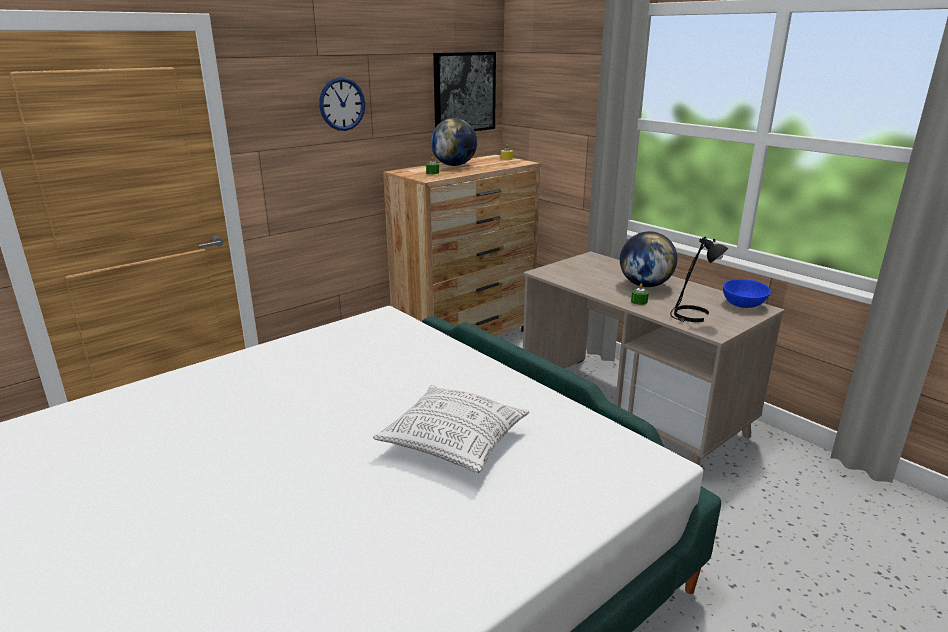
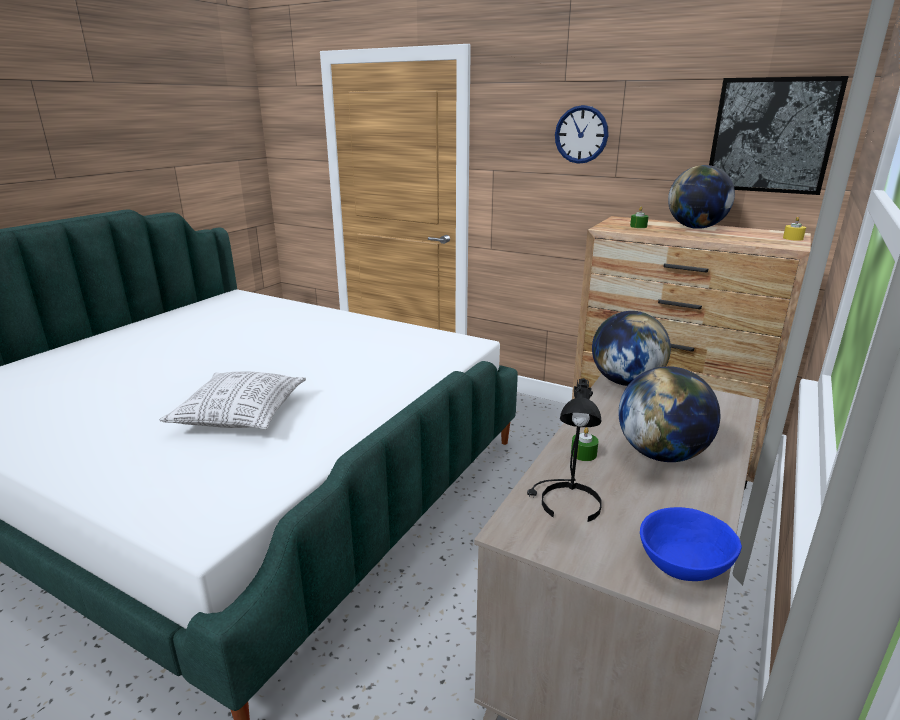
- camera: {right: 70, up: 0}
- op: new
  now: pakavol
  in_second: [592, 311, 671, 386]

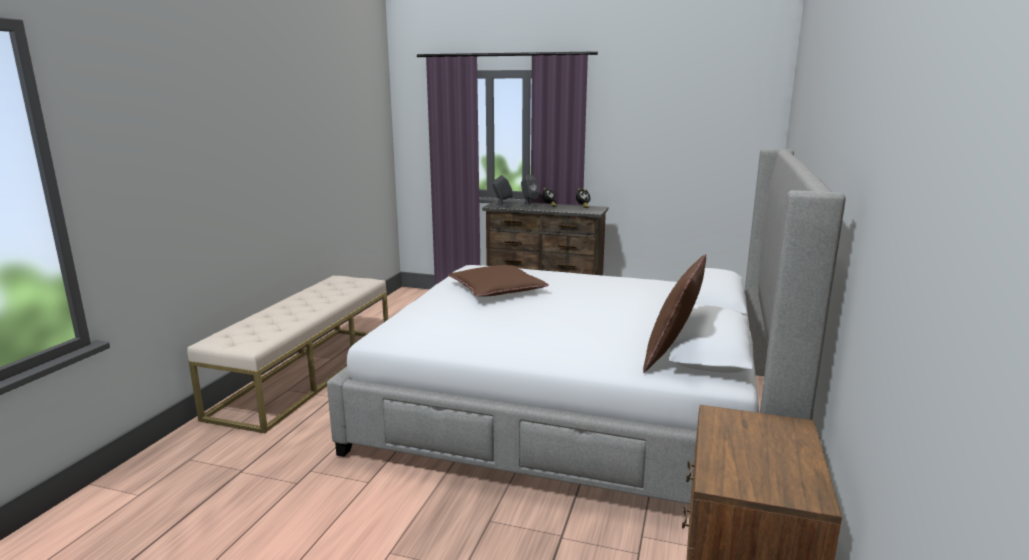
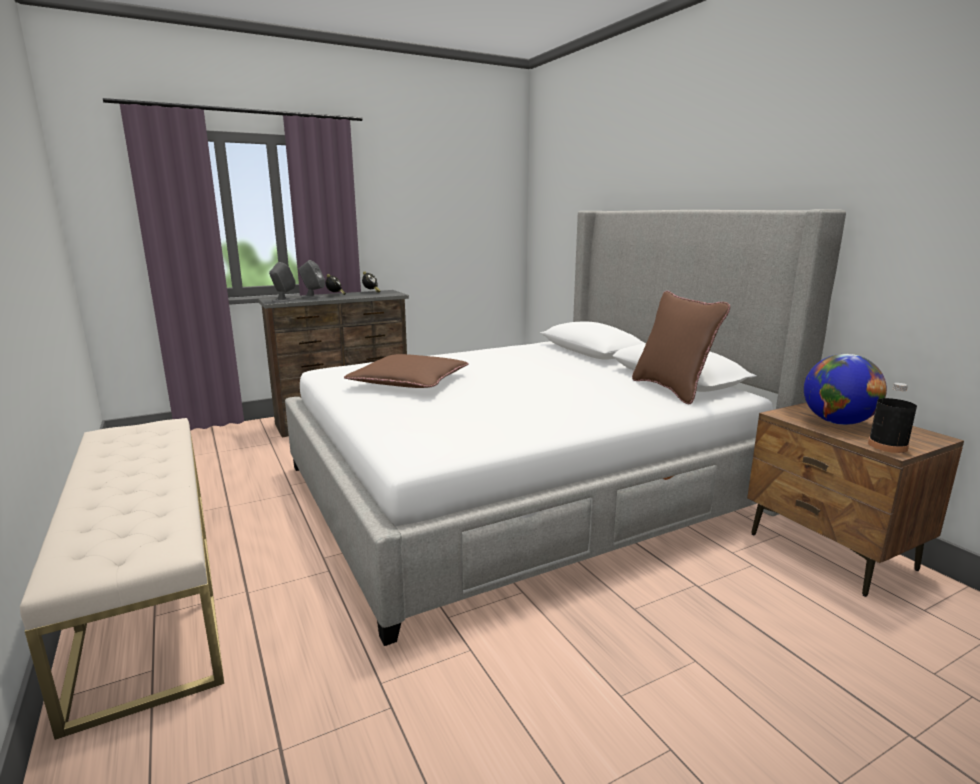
- camera: {right: -45, up: 0}
- op: new
  now: pakavol
  in_second: [804, 354, 887, 425]
- op: new
  now: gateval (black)
  in_second: [868, 383, 917, 453]

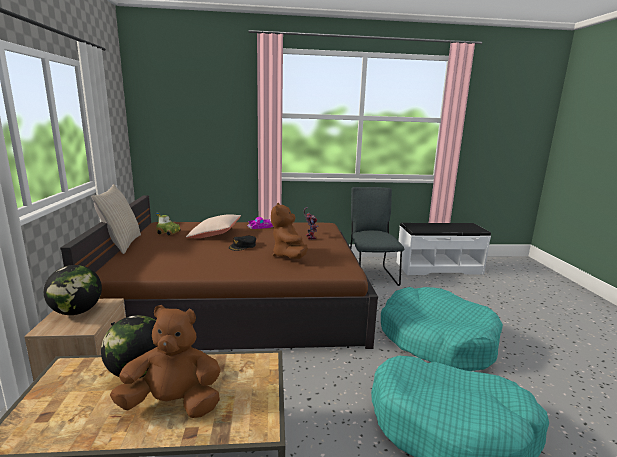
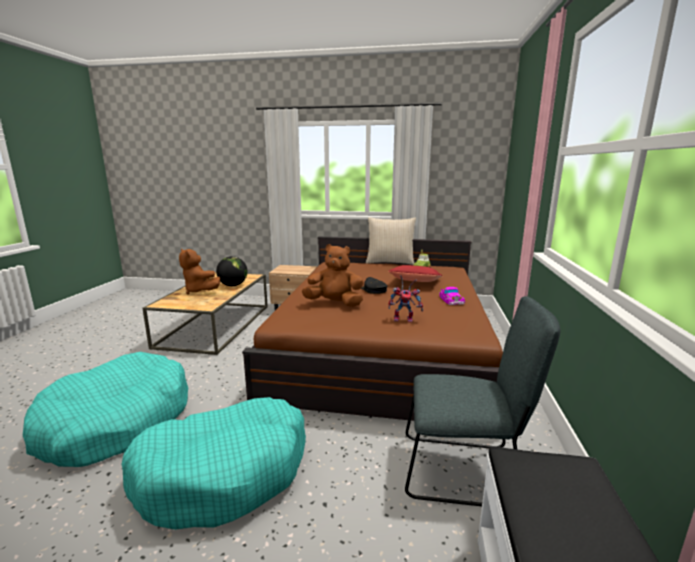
- camera: {right: 105, up: 0}
- op: repainted
  was: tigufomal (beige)
  now: tigufomal (red)
  in_first: [186, 214, 241, 238]
  in_second: [388, 265, 442, 282]
- op: gone
  was: pakavol
  in_first: [44, 265, 102, 315]
- op: rotated
  was: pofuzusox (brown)
  in_first: [110, 305, 221, 418]
  in_second: [179, 249, 220, 295]
  clockwise: 120

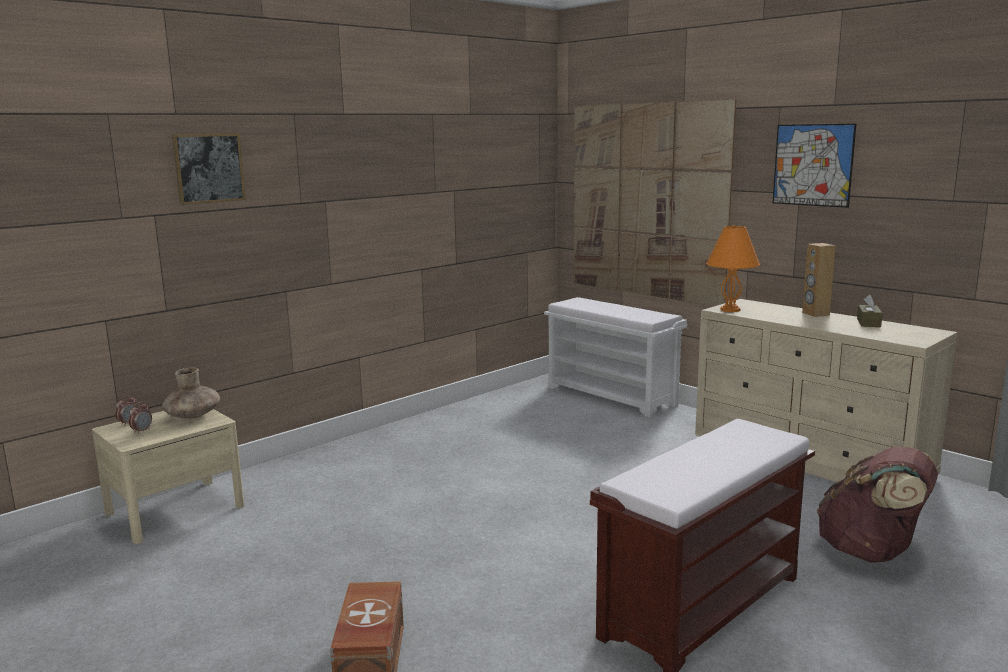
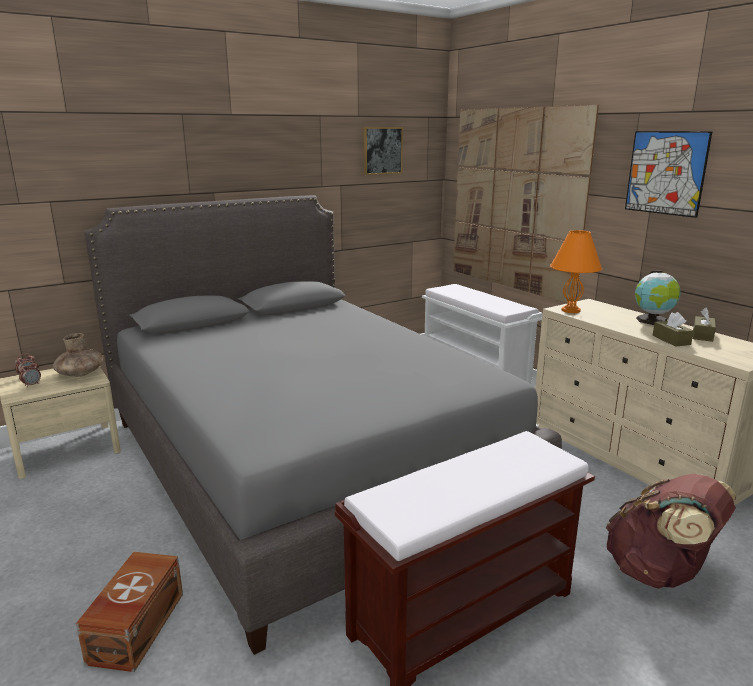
- camera: {right: 10, up: 5}
- op: shifted
  was: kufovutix
  in_first: [172, 133, 246, 205]
  in_second: [364, 127, 403, 175]
- op: swapped
  was: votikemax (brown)
  now: pakavol
  in_first: [802, 243, 836, 317]
  in_second: [635, 271, 681, 325]
- op: new
  now: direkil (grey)
  in_second: [84, 195, 562, 655]
- op: new
  now: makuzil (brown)
  in_second: [653, 312, 694, 347]

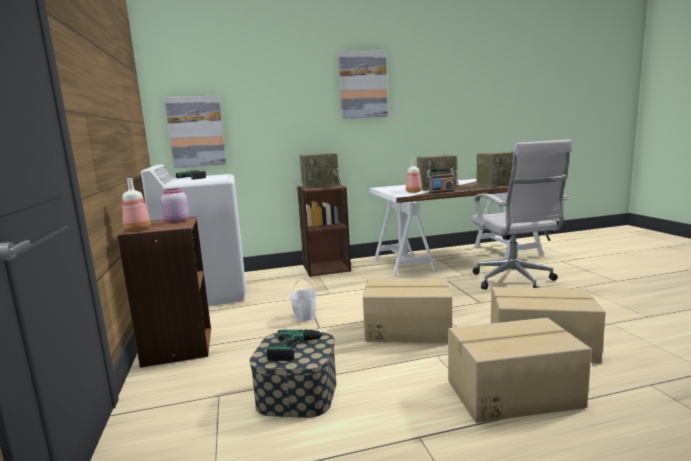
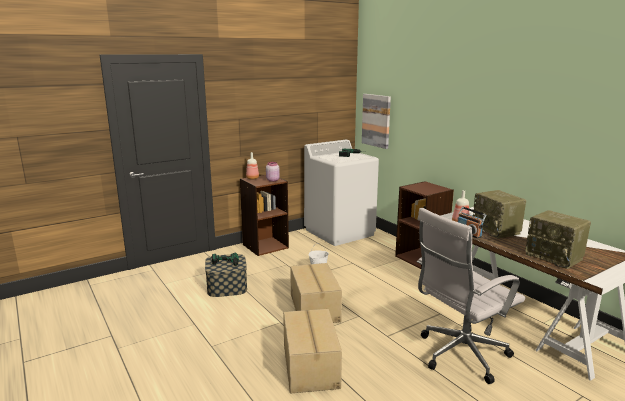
- camera: {right: 70, up: 5}
- op: gone
  was: kufovutix
  in_first: [339, 51, 388, 119]
- op: gone
  was: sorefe
  in_first: [300, 153, 341, 189]
- op: gone
  was: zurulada
  in_first: [448, 318, 592, 423]

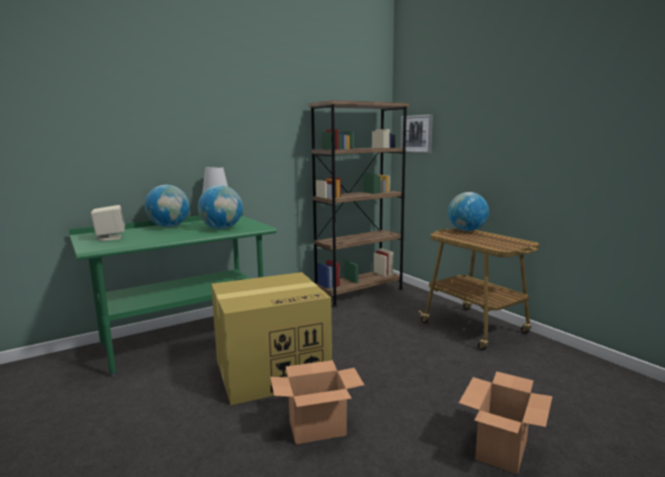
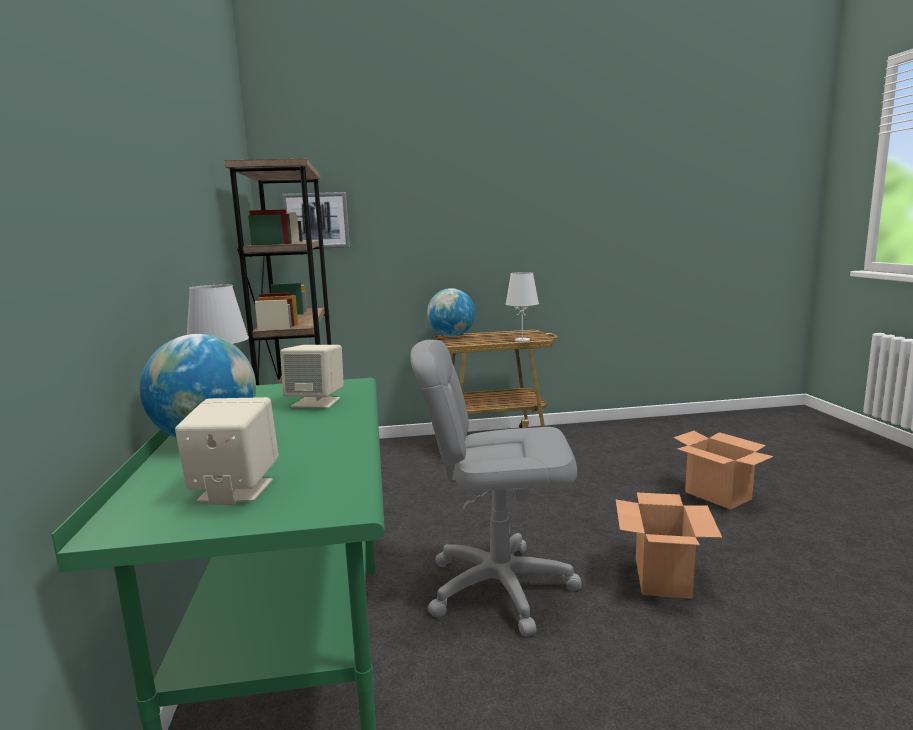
- camera: {right: -65, up: 0}
- op: swapped
  was: pakavol
  now: votikemax (beige)
  in_first: [198, 185, 243, 229]
  in_second: [280, 345, 344, 408]
- op: swapped
  was: zurulada
  now: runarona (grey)
  in_first: [211, 272, 332, 405]
  in_second: [410, 340, 582, 636]
- op: new
  now: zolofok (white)
  in_second: [505, 272, 539, 342]

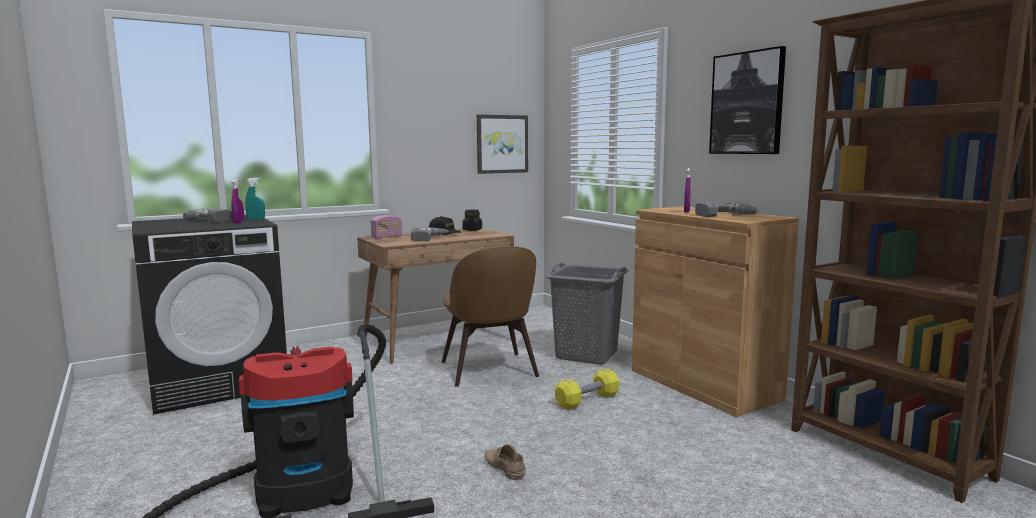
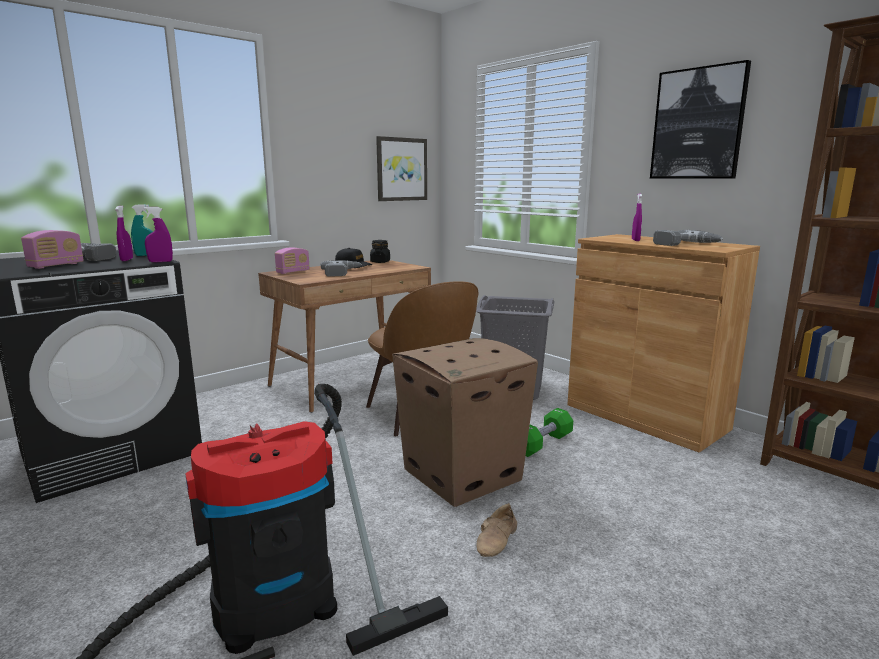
- camera: {right: -10, up: 5}
- op: repainted
  was: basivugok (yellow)
  now: basivugok (green)
  in_first: [555, 368, 619, 410]
  in_second: [526, 408, 573, 457]
- op: rotated
  was: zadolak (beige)
  in_first: [485, 444, 526, 480]
  in_second: [476, 503, 517, 557]
  clockwise: -105
- op: new
  now: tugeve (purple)
  in_second: [143, 207, 173, 262]
- op: new
  now: sorefe
  in_second: [21, 230, 84, 269]
- op: new
  now: zurulada
  in_second: [392, 338, 538, 507]

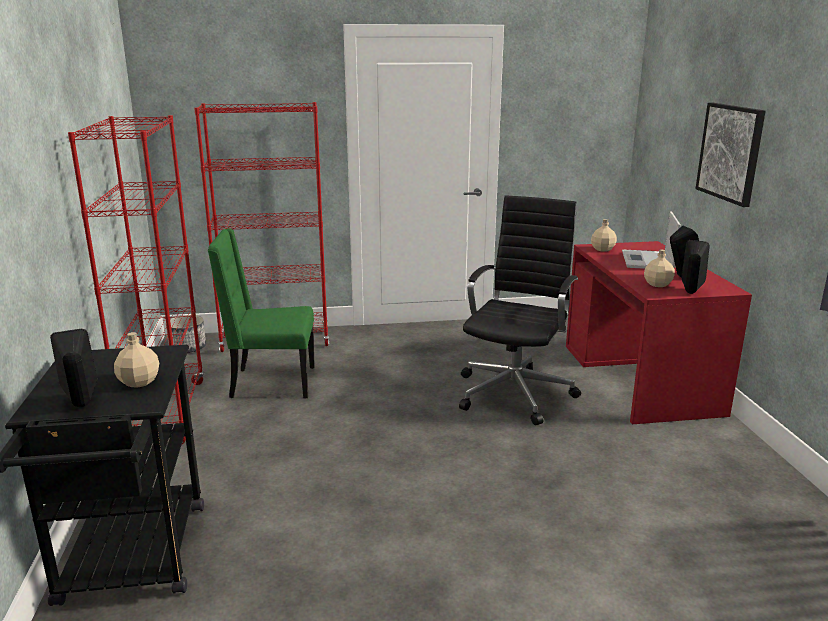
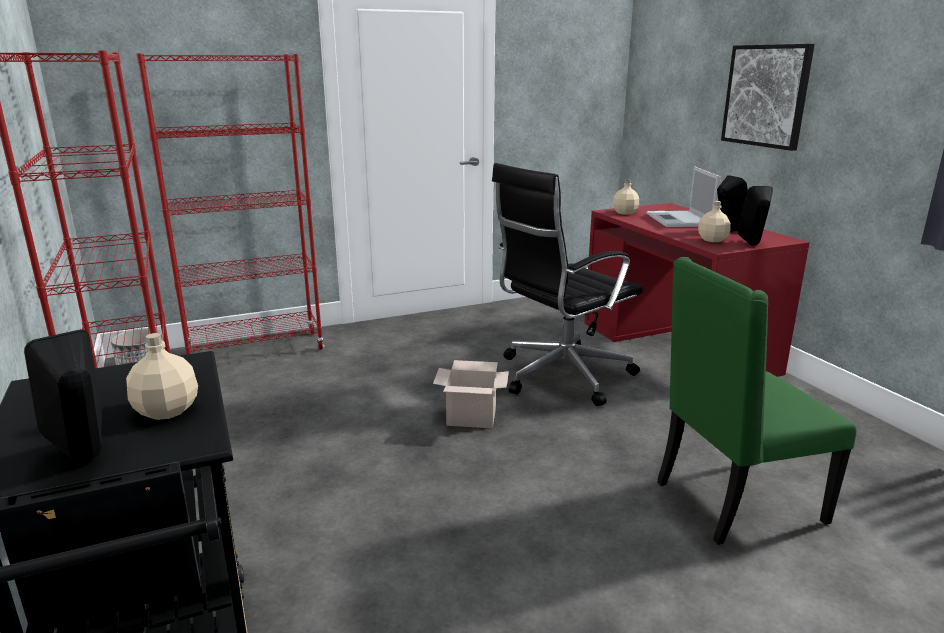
- camera: {right: -15, up: 0}
- op: rotated
  was: runarona (black)
  in_first: [459, 195, 581, 425]
  in_second: [492, 163, 643, 406]
  clockwise: -135
- op: shifted
  was: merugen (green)
  in_first: [208, 228, 315, 399]
  in_second: [657, 257, 857, 545]
- op: new
  now: zurulada
  in_second: [433, 360, 509, 428]

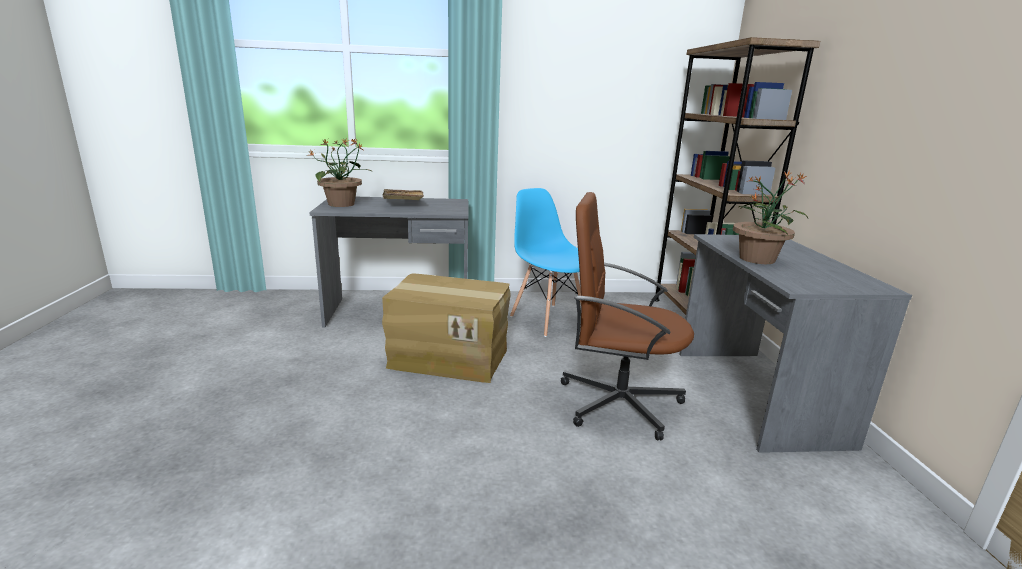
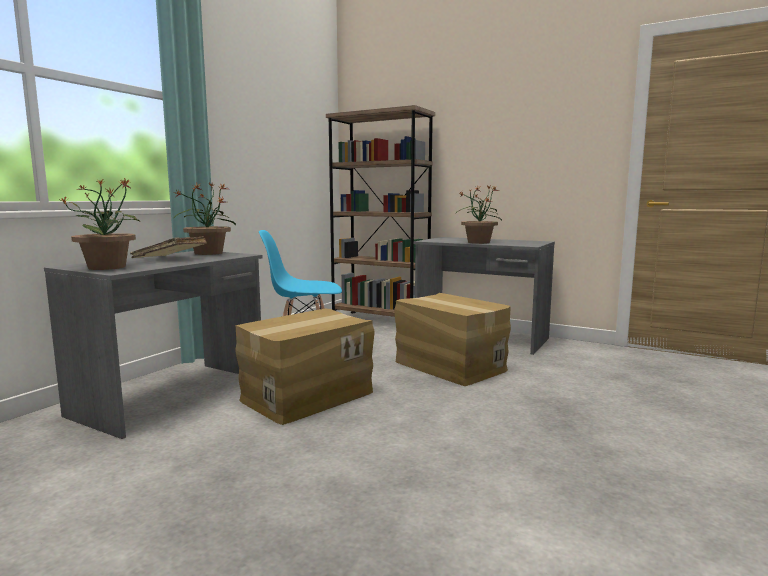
- camera: {right: -55, up: -10}
- op: swapped
  was: runarona (brown)
  now: zurulada
  in_first: [561, 192, 694, 441]
  in_second: [394, 293, 511, 386]
- op: new
  now: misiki
  in_second: [173, 182, 236, 255]

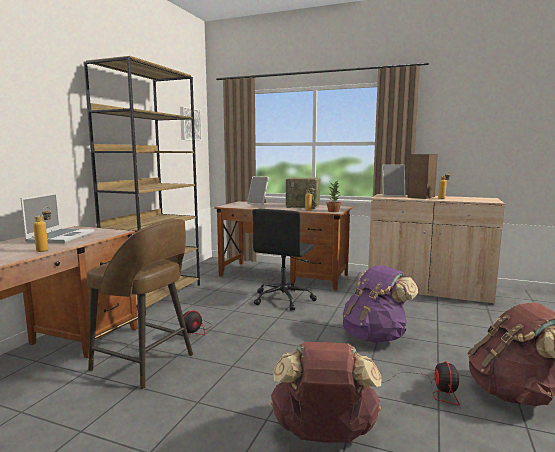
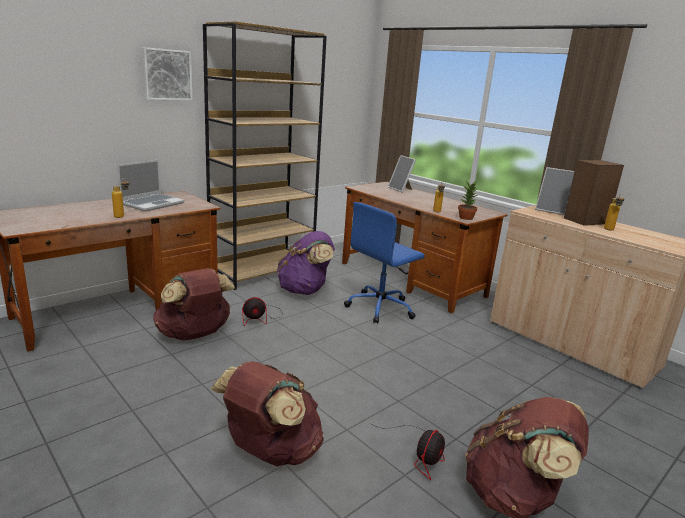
- camera: {right: 25, up: 10}
- op: shifted
  was: kufovutix
  in_first: [180, 107, 202, 141]
  in_second: [142, 47, 193, 101]
- op: gone
  was: sorefe
  in_first: [286, 177, 320, 209]
- op: repainted
  was: runarona (black)
  now: runarona (blue)
  in_first: [252, 209, 317, 311]
  in_second: [344, 202, 425, 324]
- op: swapped
  was: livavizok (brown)
  now: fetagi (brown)
  in_first: [86, 219, 193, 389]
  in_second: [153, 268, 235, 341]
- op: shifted
  was: fetagi (purple)
  in_first: [342, 265, 418, 343]
  in_second: [277, 231, 335, 295]

